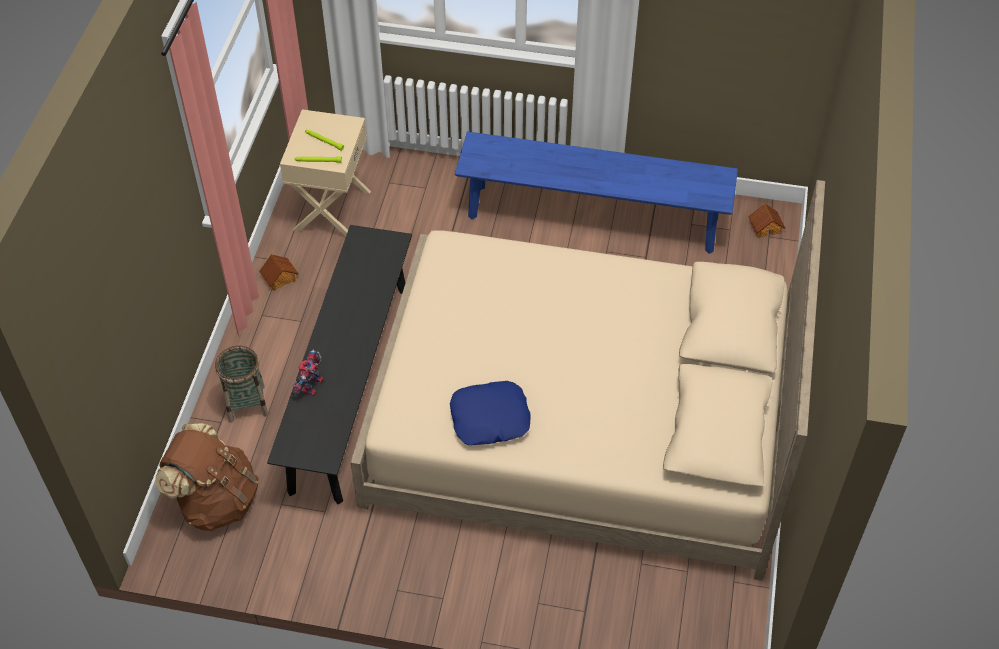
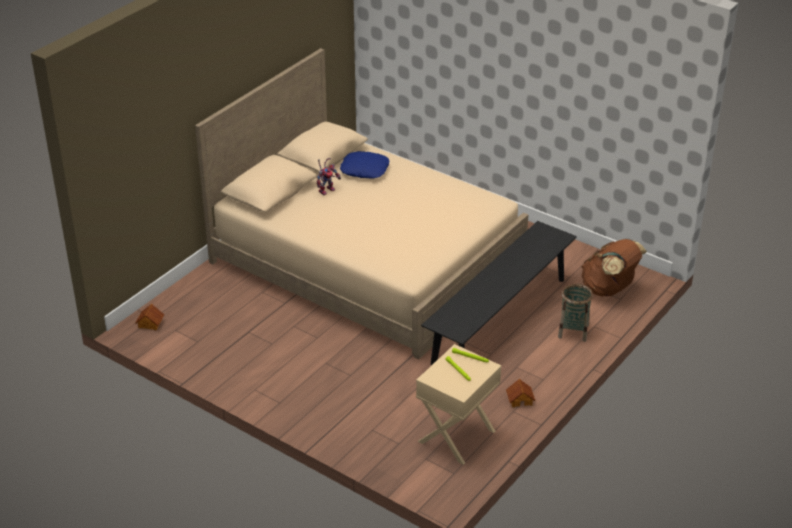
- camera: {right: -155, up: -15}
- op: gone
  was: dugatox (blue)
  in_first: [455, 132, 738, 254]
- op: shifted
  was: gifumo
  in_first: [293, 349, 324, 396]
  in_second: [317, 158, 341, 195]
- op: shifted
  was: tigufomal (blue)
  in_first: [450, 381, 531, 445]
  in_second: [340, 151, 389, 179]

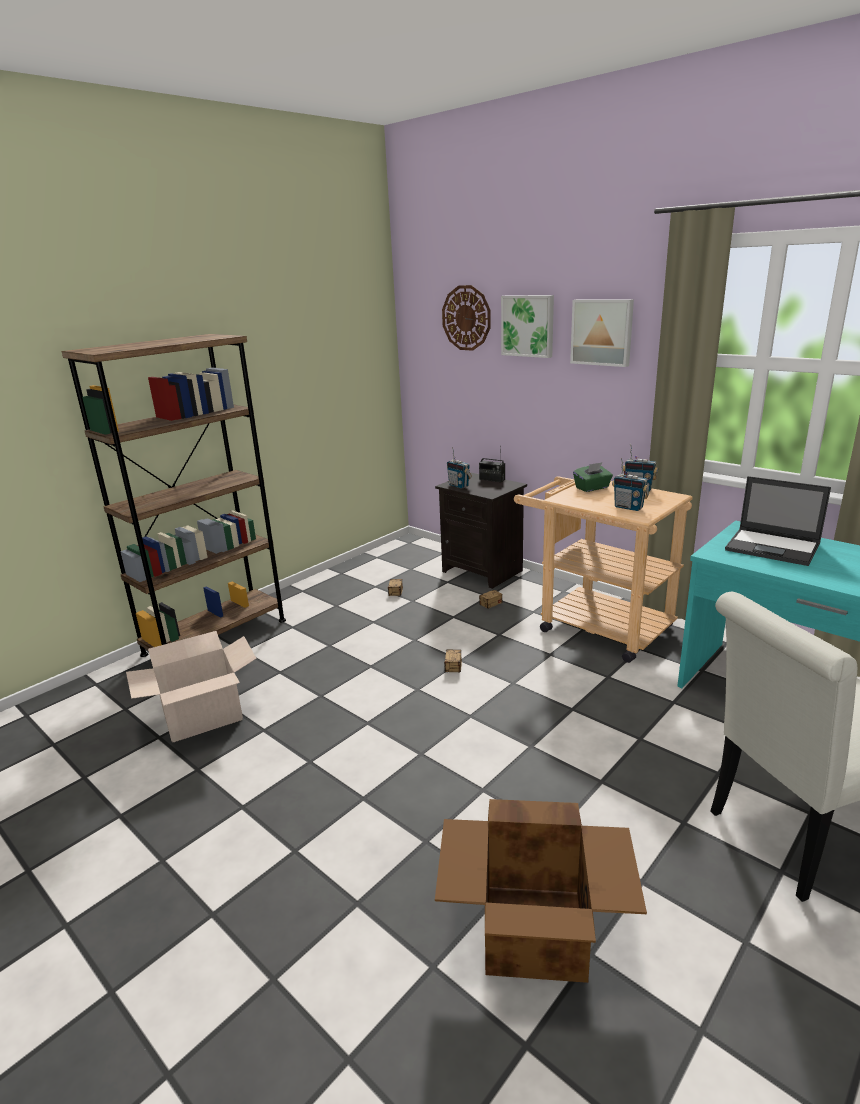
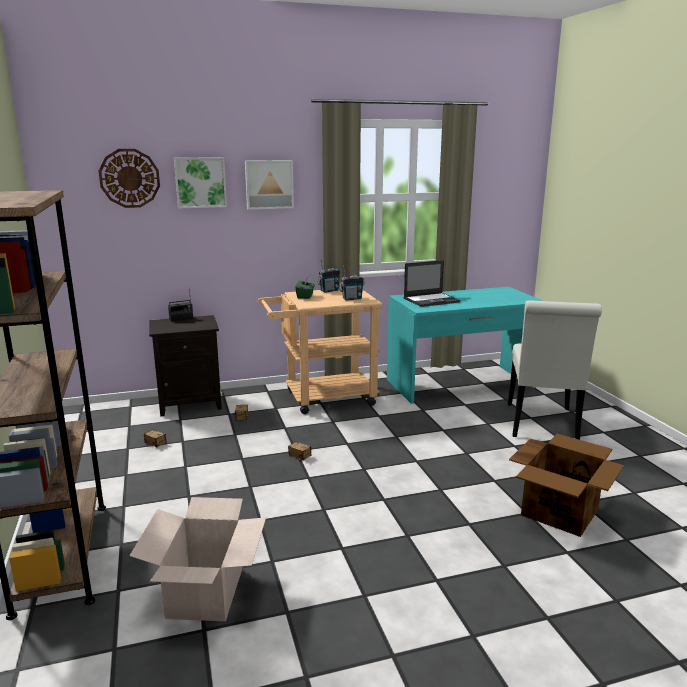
- camera: {right: -60, up: -5}
- op: gone
  was: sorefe
  in_first: [447, 447, 472, 488]

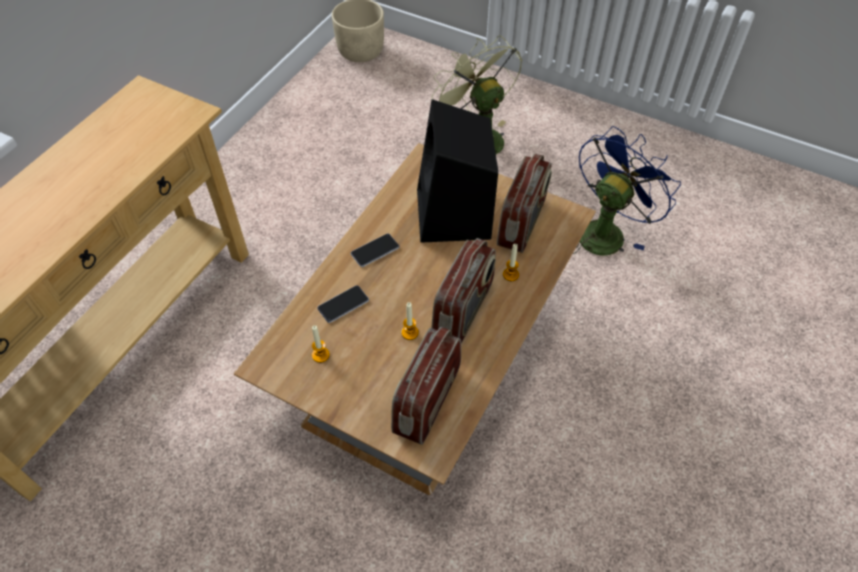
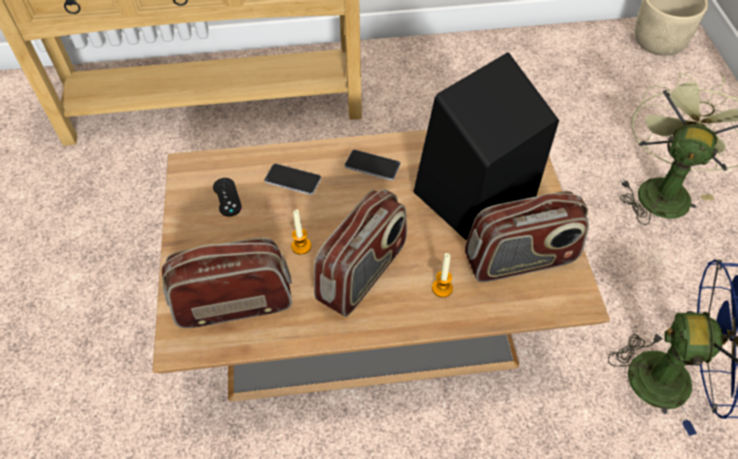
- camera: {right: 55, up: 0}
- op: rotated
  was: sorefe
  in_first: [431, 238, 496, 343]
  in_second: [314, 189, 407, 317]
  clockwise: -45
- op: swapped
  was: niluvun
  now: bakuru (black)
  in_first: [312, 325, 330, 363]
  in_second: [213, 178, 242, 217]

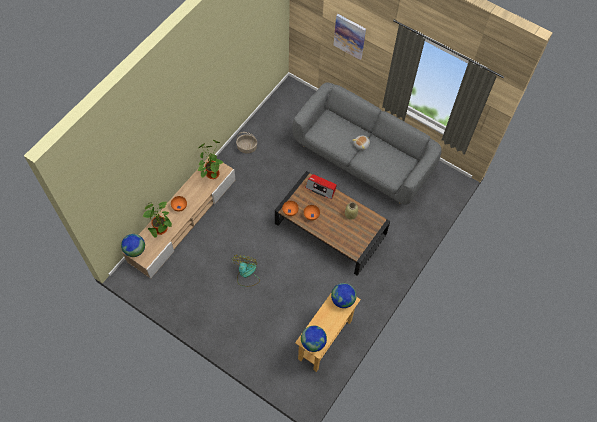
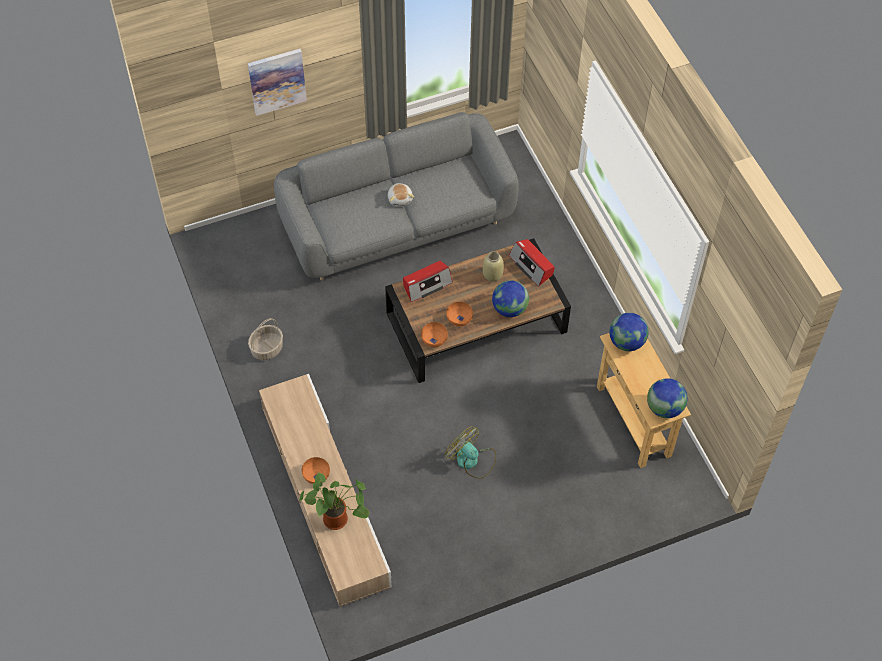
- camera: {right: -55, up: -5}
- op: gone
  was: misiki
  in_first: [198, 140, 224, 179]
- op: shifted
  was: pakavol
  in_first: [121, 234, 145, 257]
  in_second: [492, 280, 529, 317]
- op: new
  now: sorefe
  in_second: [509, 239, 554, 287]

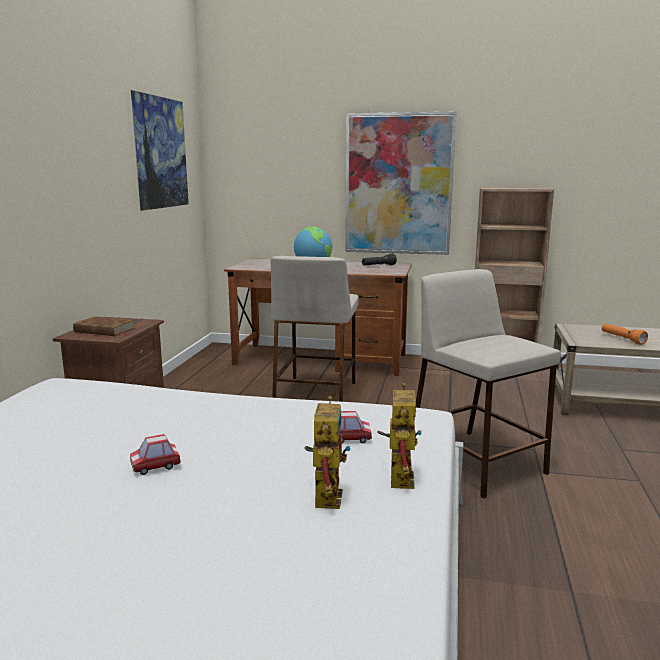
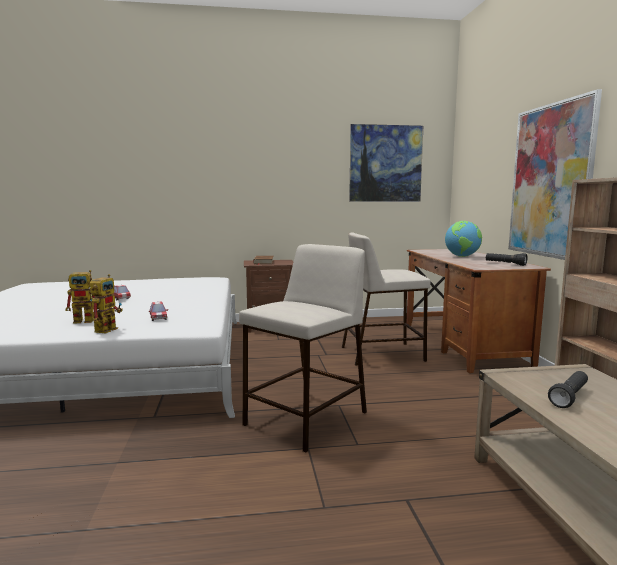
- camera: {right: 70, up: -5}
- op: repainted
  was: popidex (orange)
  now: popidex (black)
  in_first: [602, 323, 648, 345]
  in_second: [548, 371, 588, 408]
- op: rotated
  was: gifumo
  in_first: [377, 383, 422, 489]
  in_second: [90, 274, 123, 333]
  clockwise: -60

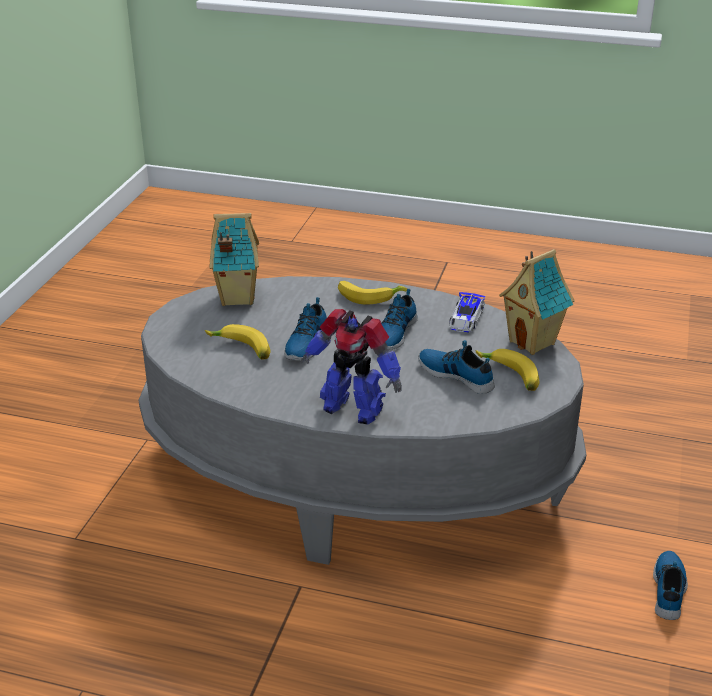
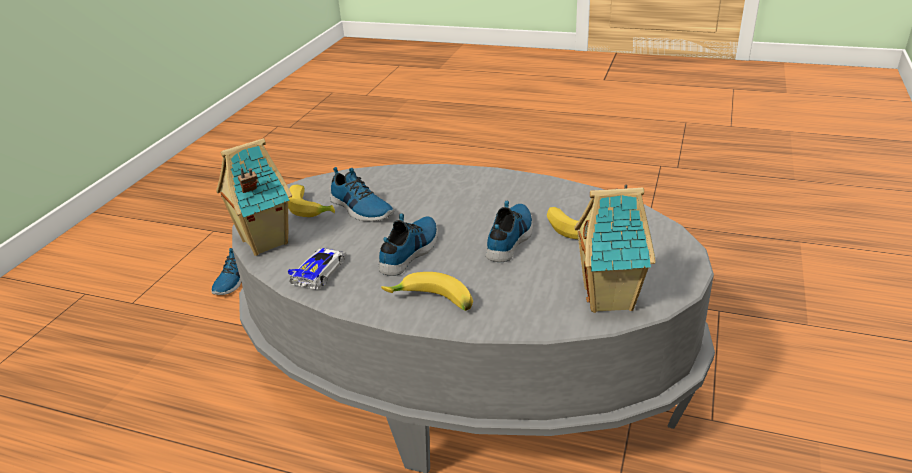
- camera: {right: -175, up: 0}
- op: gone
  was: gifumo
  in_first: [301, 309, 402, 424]

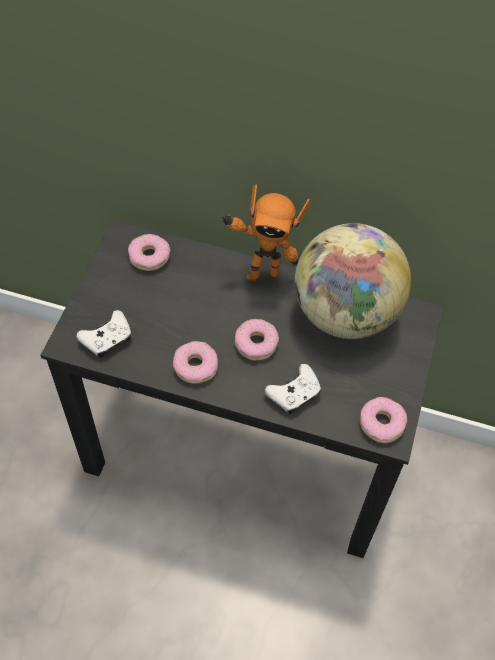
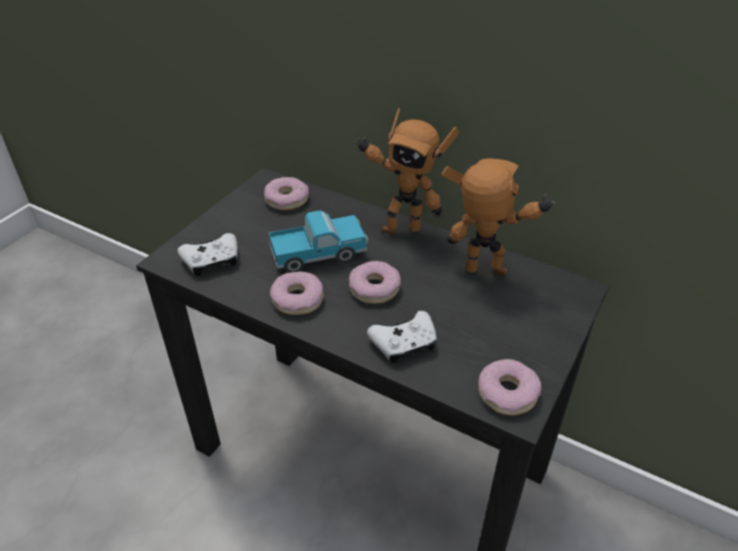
- camera: {right: 15, up: -15}
- op: swapped
  was: pakavol
  now: gifumo
  in_first: [295, 223, 411, 339]
  in_second: [441, 158, 556, 276]
- op: new
  now: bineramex
  in_second: [269, 211, 368, 273]

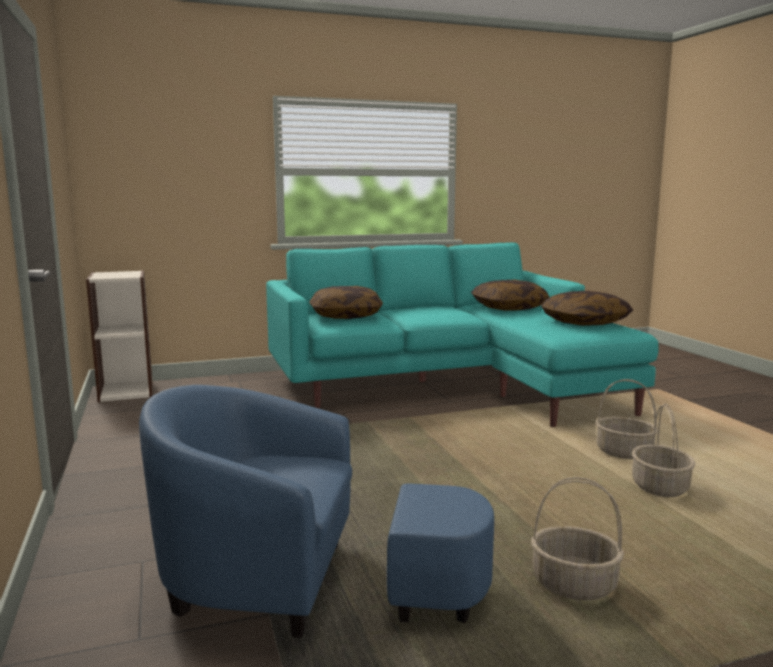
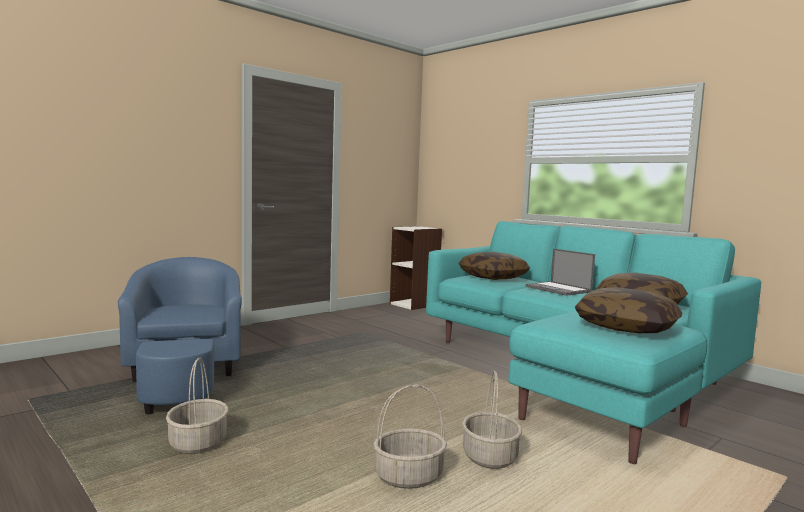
- camera: {right: 65, up: -5}
- op: new
  now: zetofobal
  in_second: [525, 248, 595, 296]

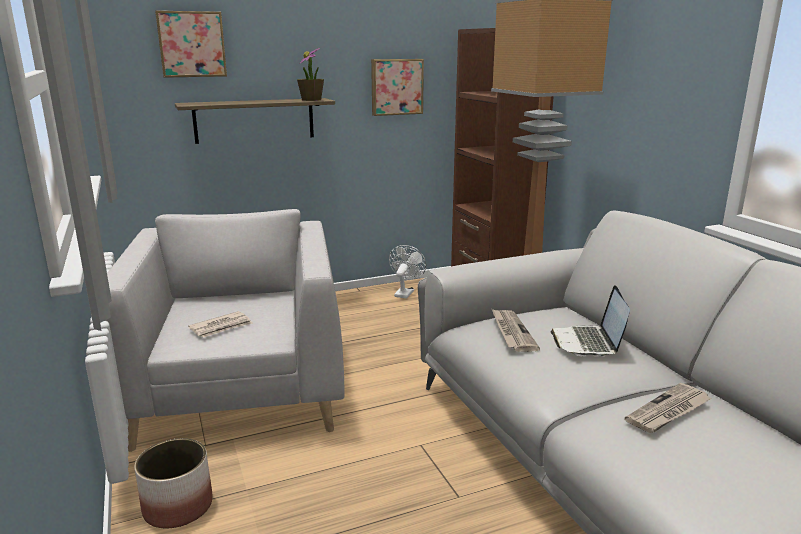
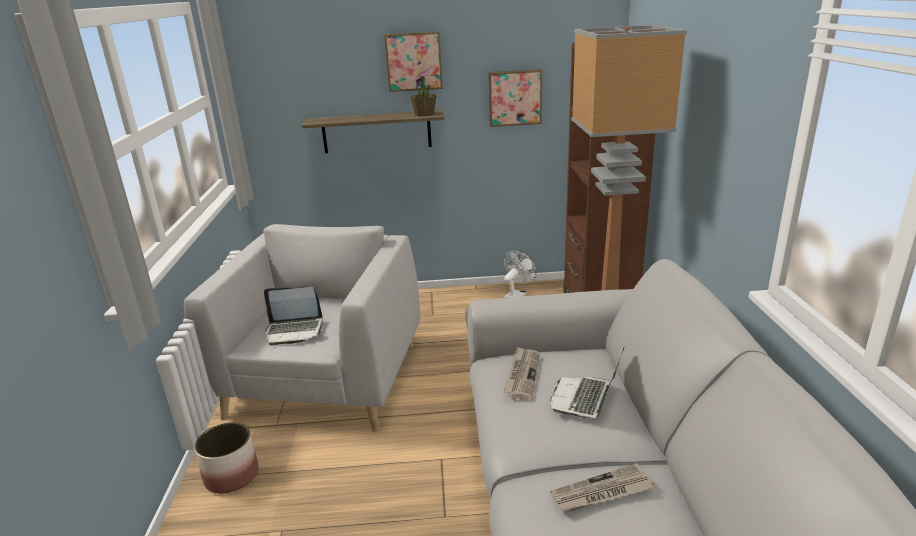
- camera: {right: 20, up: 5}
- op: shifted
  was: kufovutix
  in_first: [155, 11, 227, 78]
  in_second: [384, 31, 443, 92]
- op: swapped
  was: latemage
  now: zetofobal
  in_first: [188, 311, 253, 338]
  in_second: [264, 287, 323, 345]

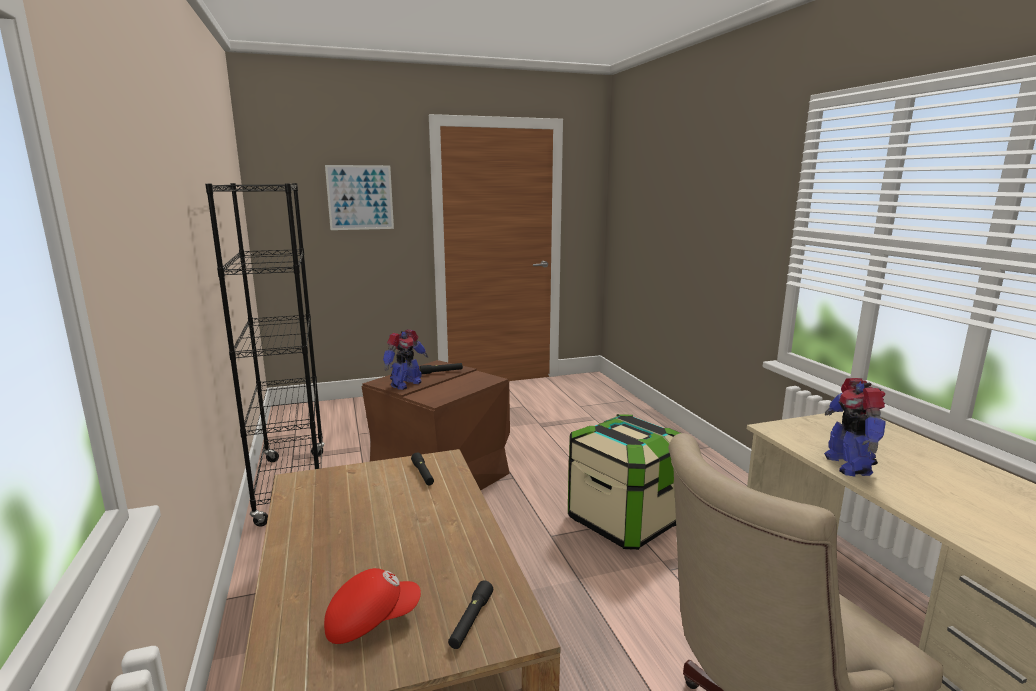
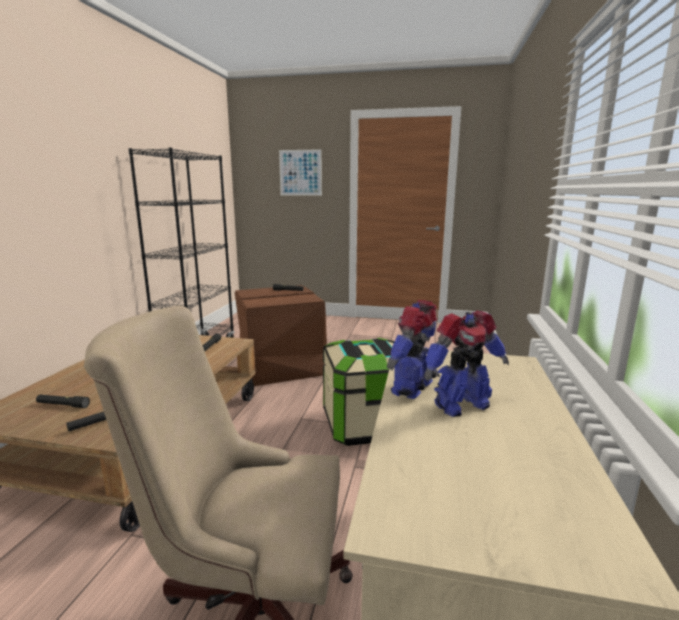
- camera: {right: 30, up: 0}
- op: shifted
  was: gifumo
  in_first: [383, 329, 428, 390]
  in_second: [424, 310, 509, 417]
- op: swapped
  was: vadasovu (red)
  now: popidex (black)
  in_first: [324, 568, 421, 644]
  in_second: [36, 395, 90, 408]

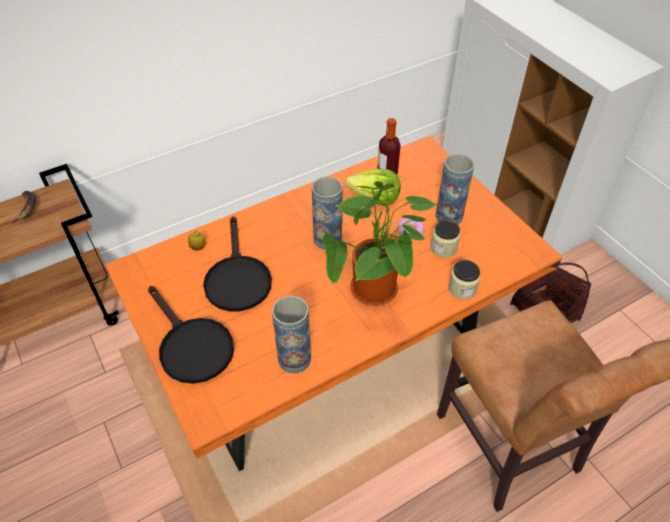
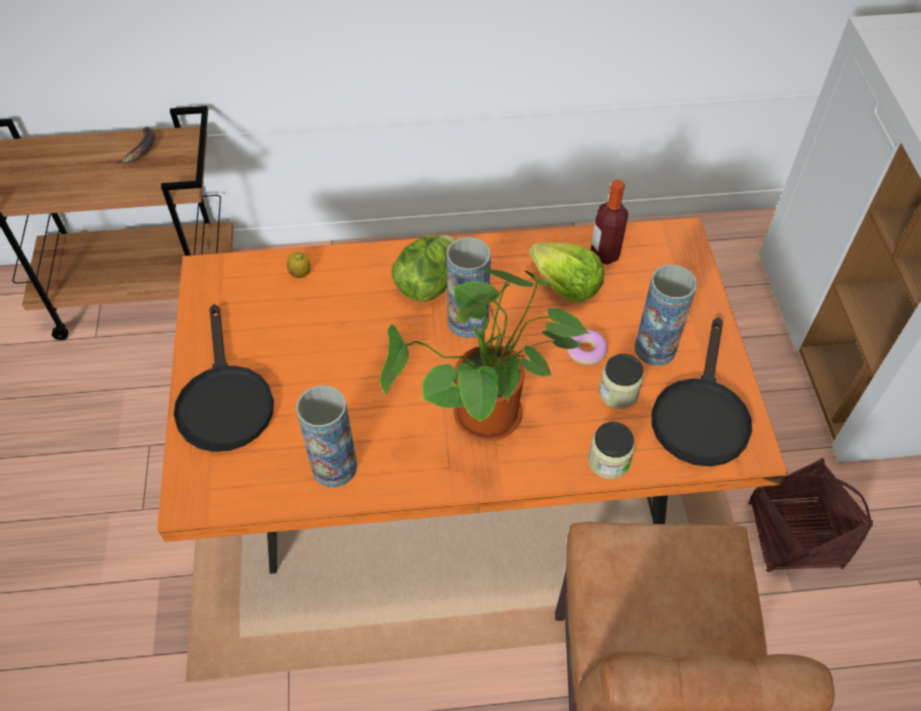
- camera: {right: 25, up: 5}
- op: shifted
  was: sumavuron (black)
  in_first: [203, 216, 272, 311]
  in_second: [651, 317, 752, 467]
- op: new
  now: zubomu
  in_second: [392, 235, 456, 301]

